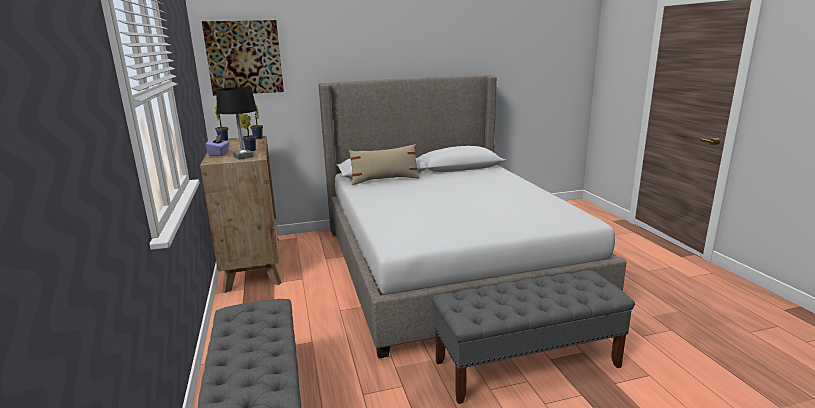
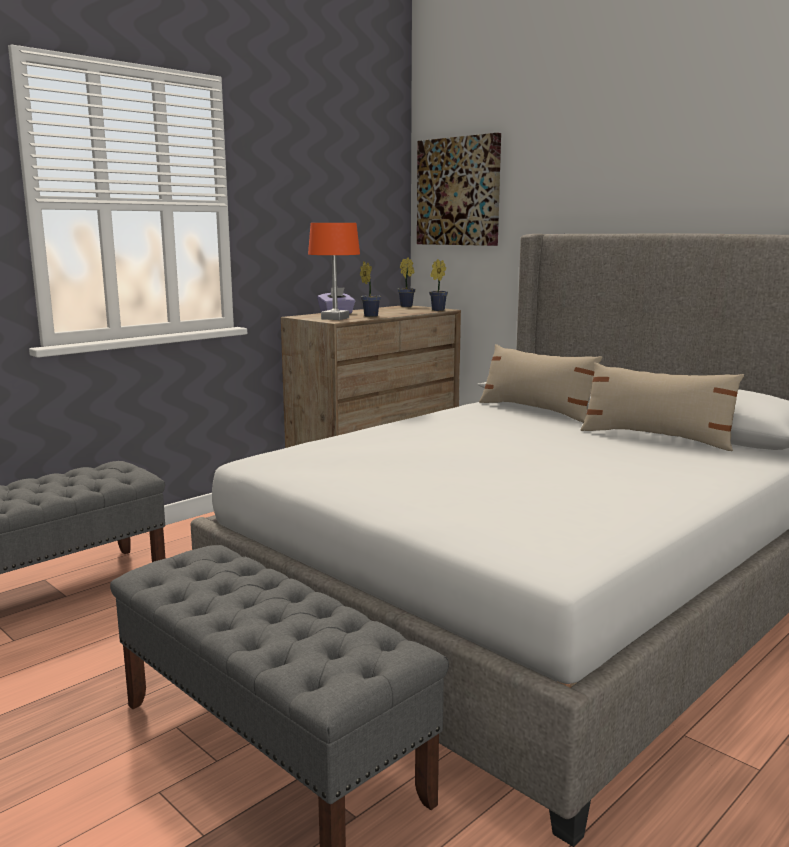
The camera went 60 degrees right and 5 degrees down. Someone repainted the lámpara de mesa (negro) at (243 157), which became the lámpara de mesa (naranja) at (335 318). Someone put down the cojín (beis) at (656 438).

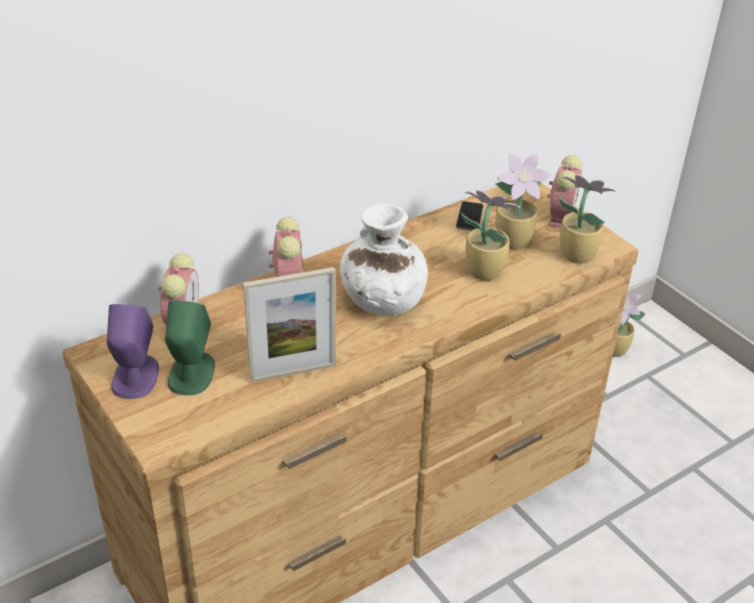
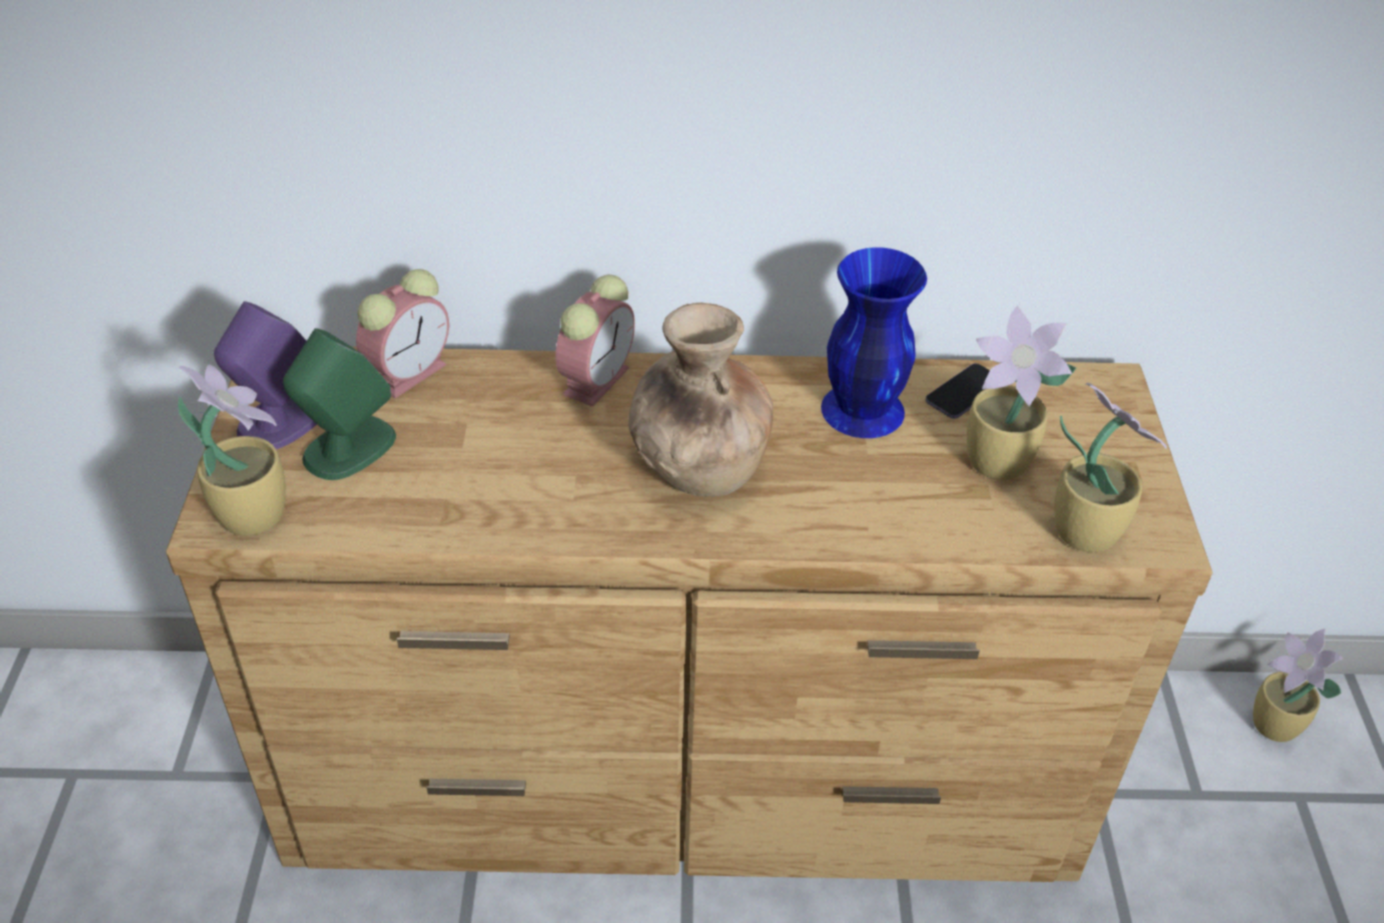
The camera went 35 degrees right and 5 degrees up. Someone took away the despertador at (561 216). Someone carried the planta en maceta from (483 270) to (253 513). Someone repainted the florero (blanco) at (382 301), which became the florero (marrón) at (697 464). Someone took away the portarretratos at (293 372). Someone put down the florero (azul) at (861 409).

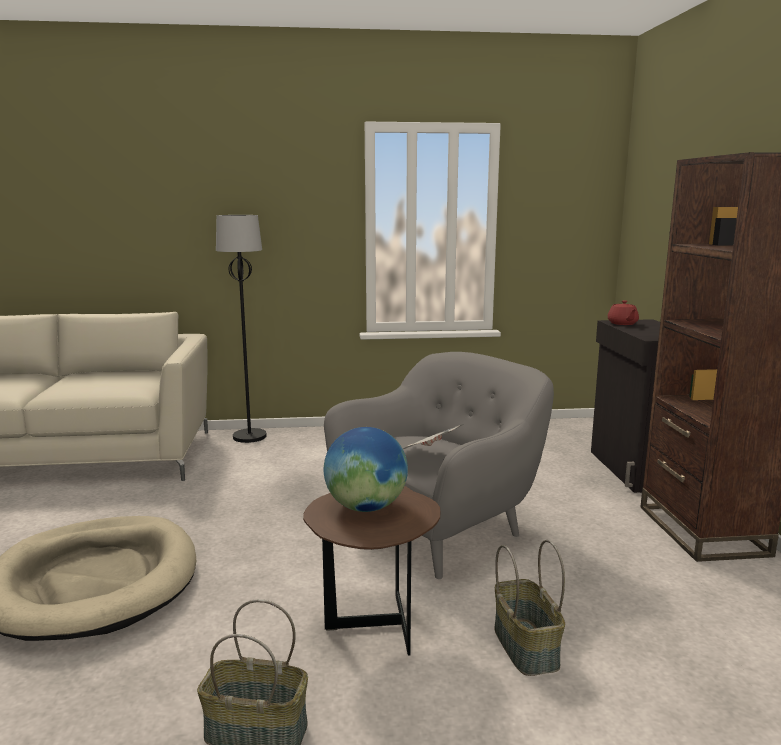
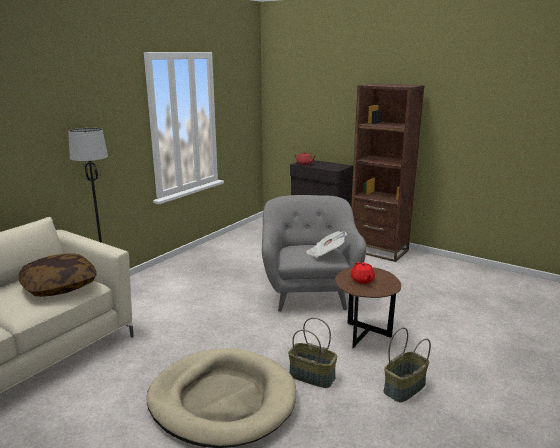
The camera went 50 degrees left and 5 degrees up. Someone swapped the globo terráqueo at (366 507) for the tetera (rojo) at (362 280). Someone carried the cesta from (527 647) to (312 376). Someone put down the cojín at (60 286).

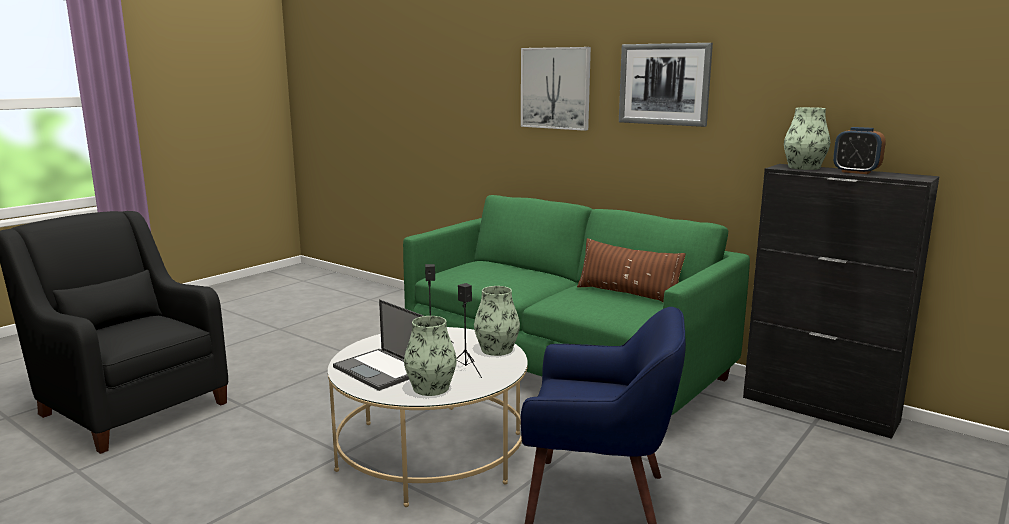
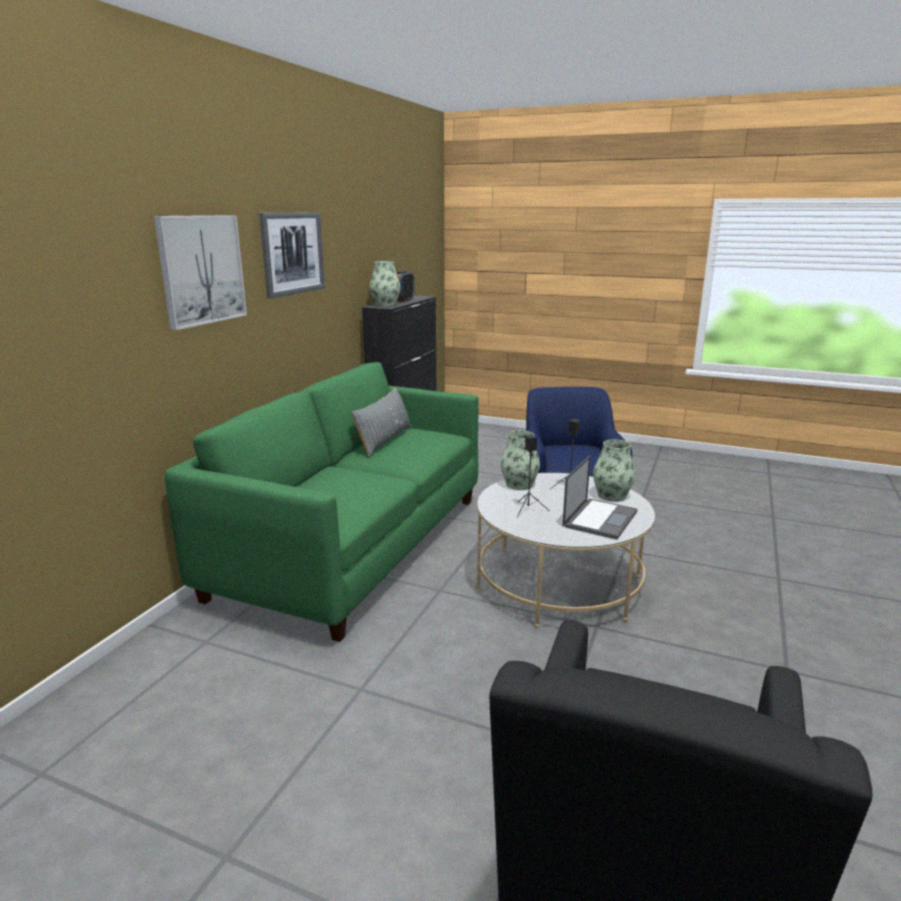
The camera went 105 degrees left and 5 degrees up. Someone repainted the cojín (marrón) at (627 294), which became the cojín (gris) at (384 440).

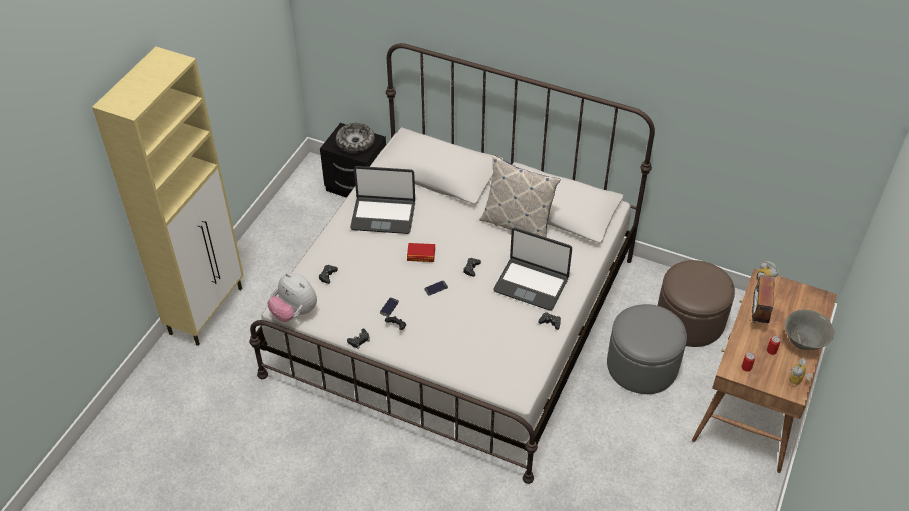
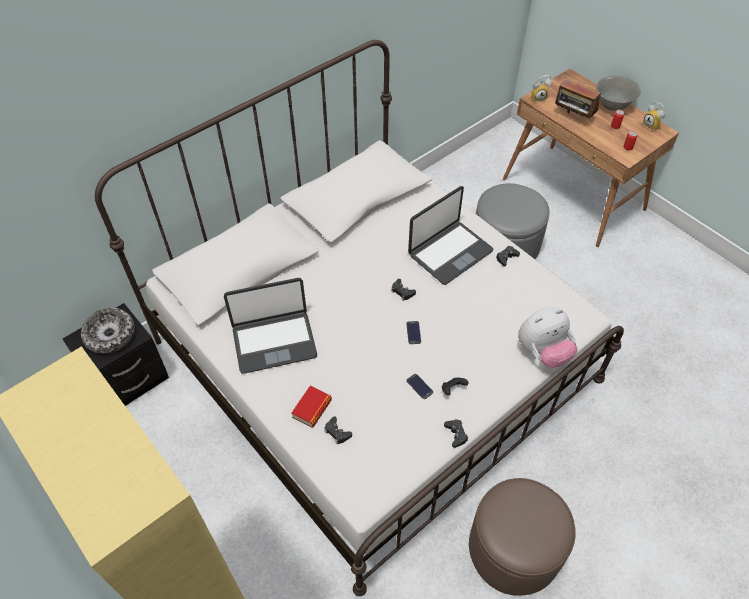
The camera went 65 degrees left and 5 degrees up. Someone took away the cojín at (517 225). Someone rotated the portátil at (383 215) by 45 degrees clockwise. Someone carried the libro from (421 255) to (312 409). Someone carried the puf (marrón) from (690 320) to (514 549). Someone carried the peluche from (294 312) to (543 352).

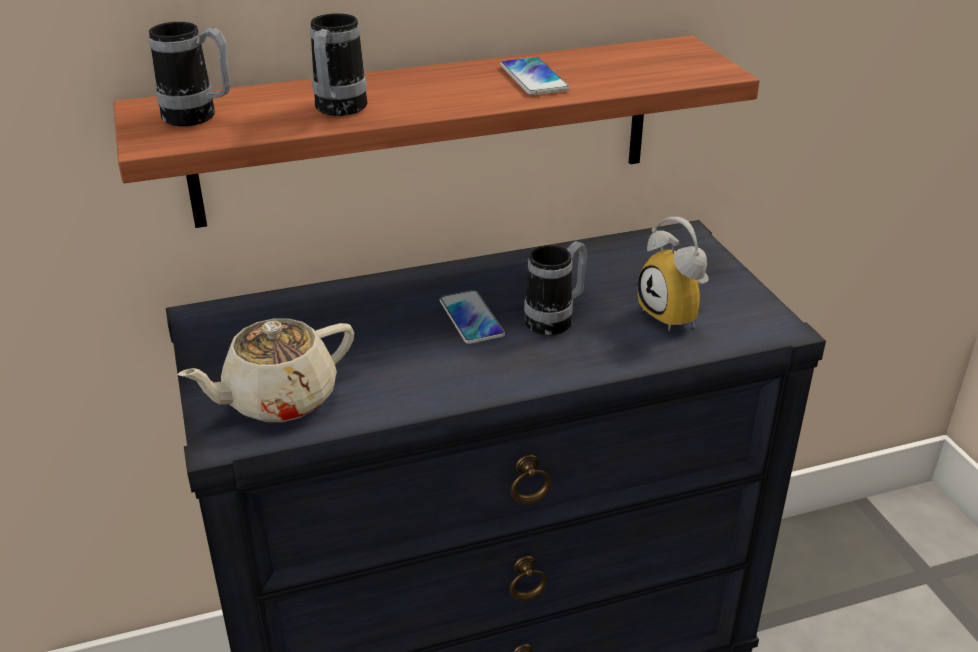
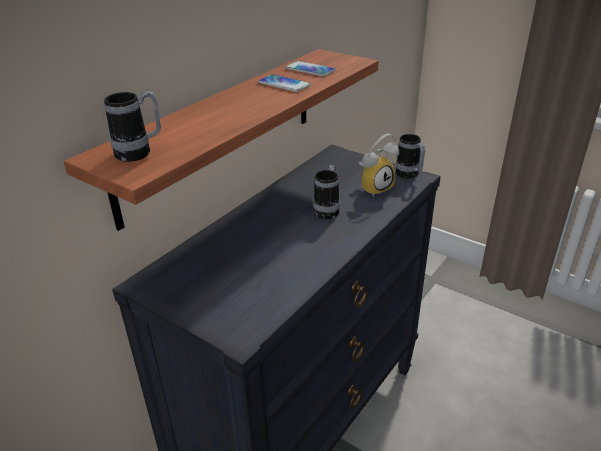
The camera went 35 degrees left and 0 degrees up. Someone carried the taza grande from (337 111) to (409 175). Someone rotated the despertador at (677 315) by 60 degrees counterclockwise. Someone carried the móvil from (471 318) to (310 70). Someone took away the tetera (beis) at (278 399).

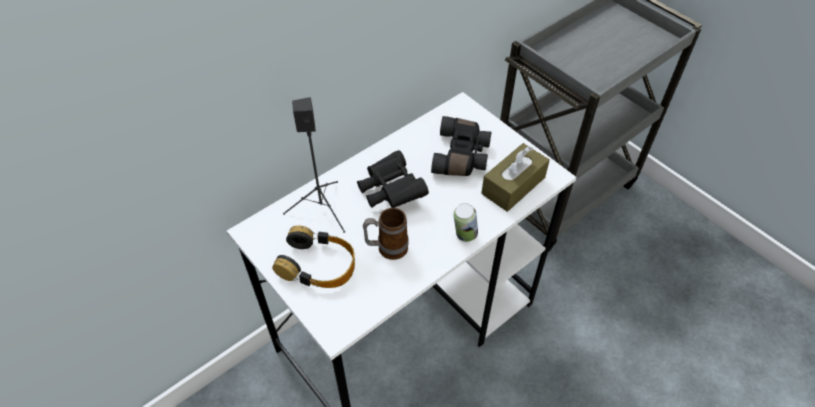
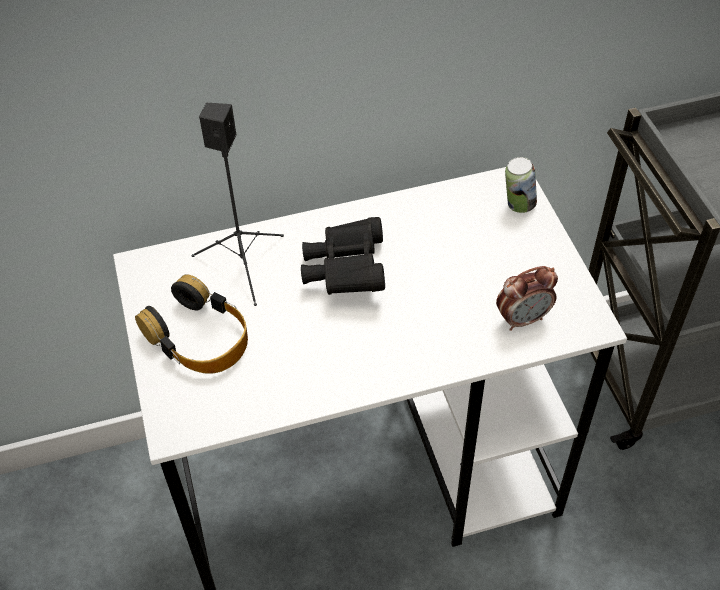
The camera went 25 degrees right and 0 degrees up. Someone took away the prismáticos (negro) at (462 156). Someone swapped the caja de pañuelos (marrón) at (513 185) for the despertador at (523 319). Someone carried the lata from (464 235) to (518 205). Someone took away the taza grande at (386 249).

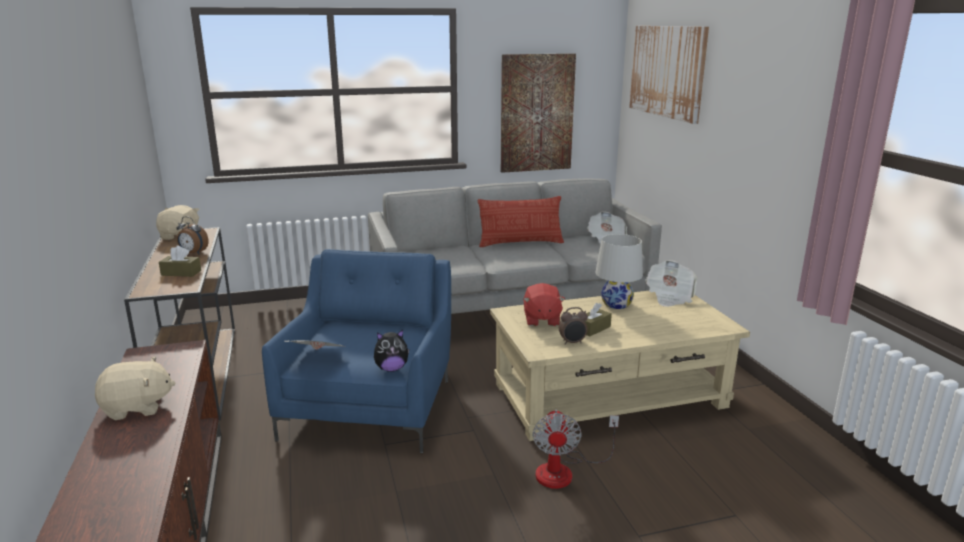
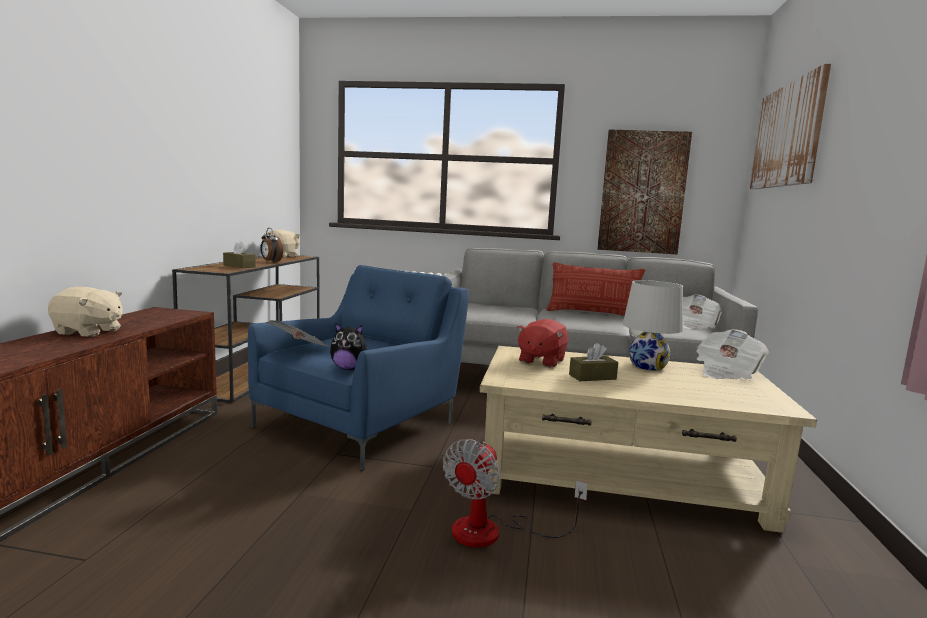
The camera went 25 degrees right and 10 degrees down. Someone took away the despertador at (572 342).

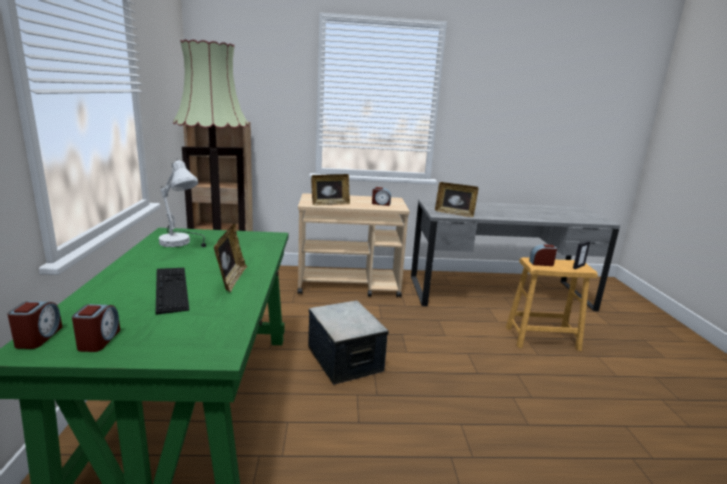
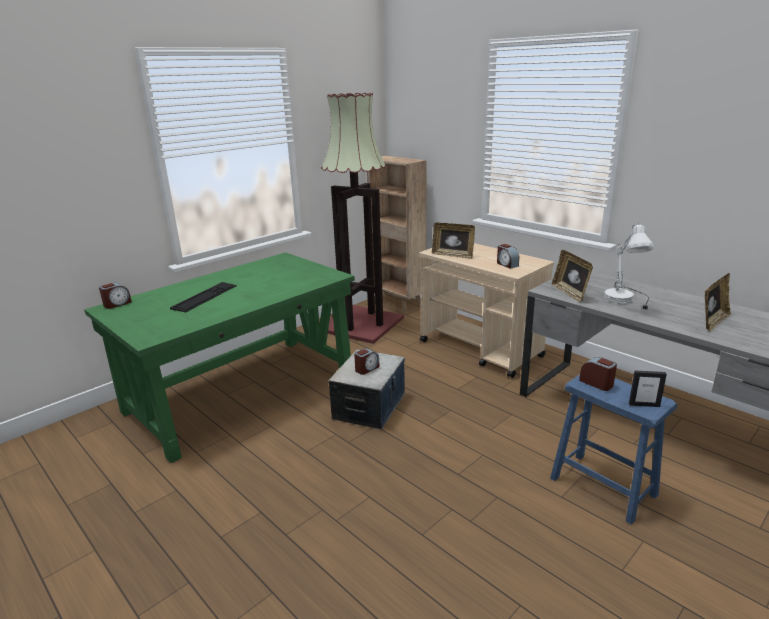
The camera went 50 degrees right and 5 degrees up. Someone carried the lámpara de mesa (blanco) from (185 243) to (628 301). Someone carried the portarretratos from (231 280) to (712 322). Someone repainted the taburete (marrón) at (542 338), which became the taburete (azul) at (602 487). Someone carried the despertador from (99 340) to (367 369).

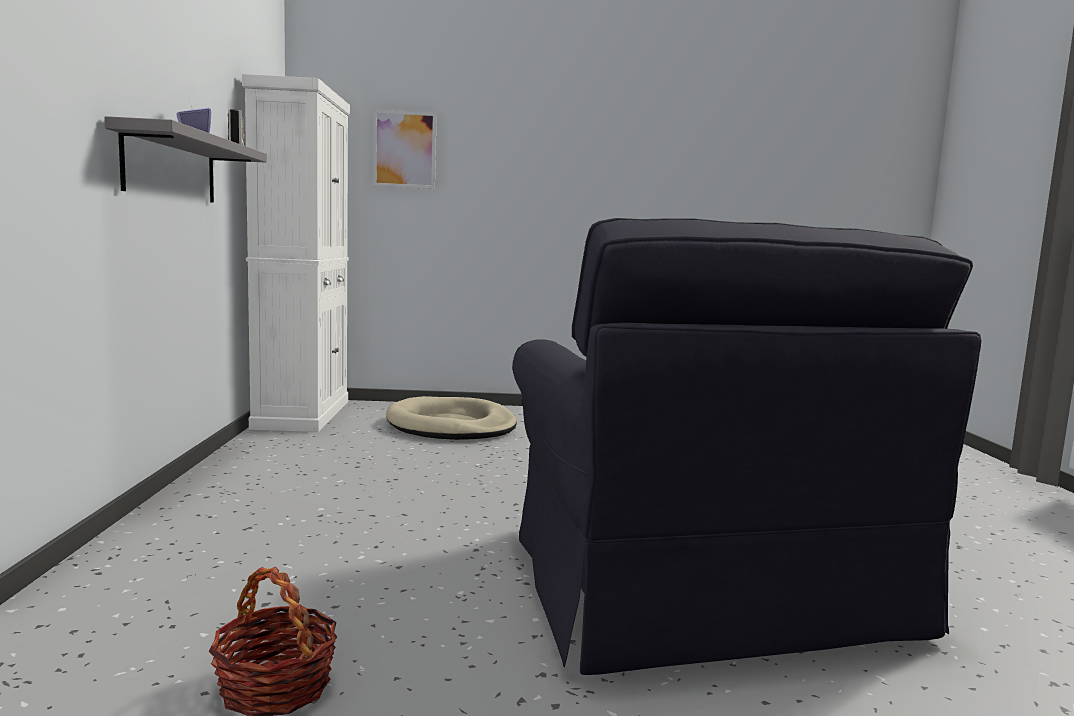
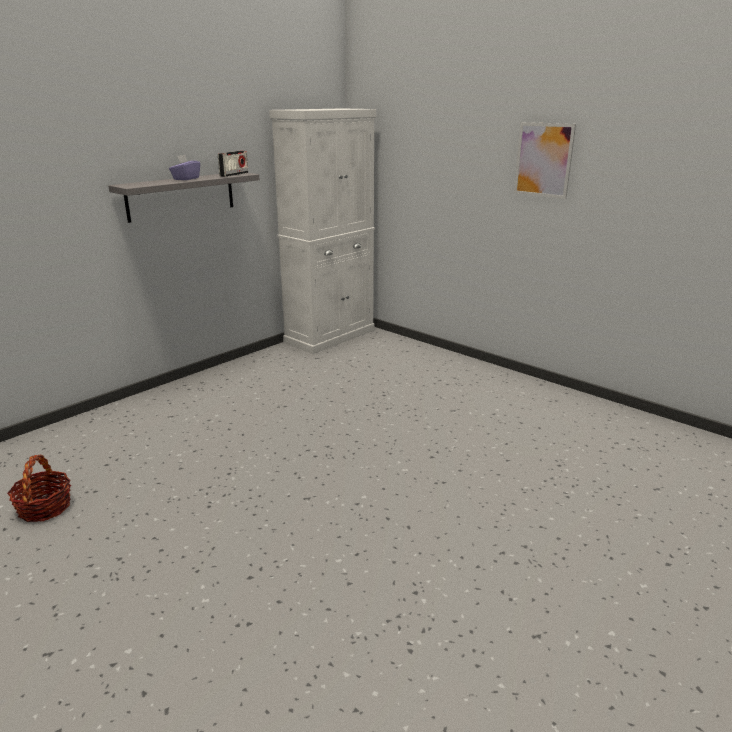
The camera went 45 degrees right and 15 degrees up. Someone carried the cuadro from (404 149) to (543 160). Someone took away the sillón (negro) at (693 582). Someone took away the cama para perro (beis) at (451 426).

